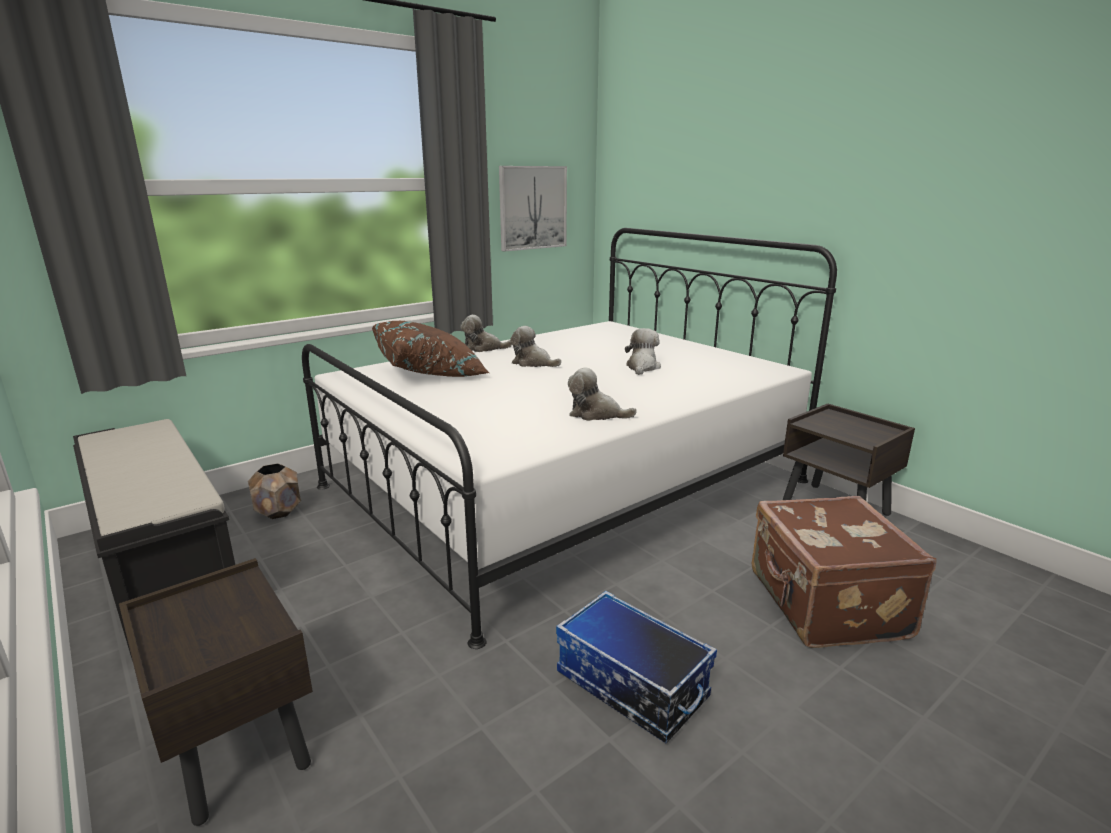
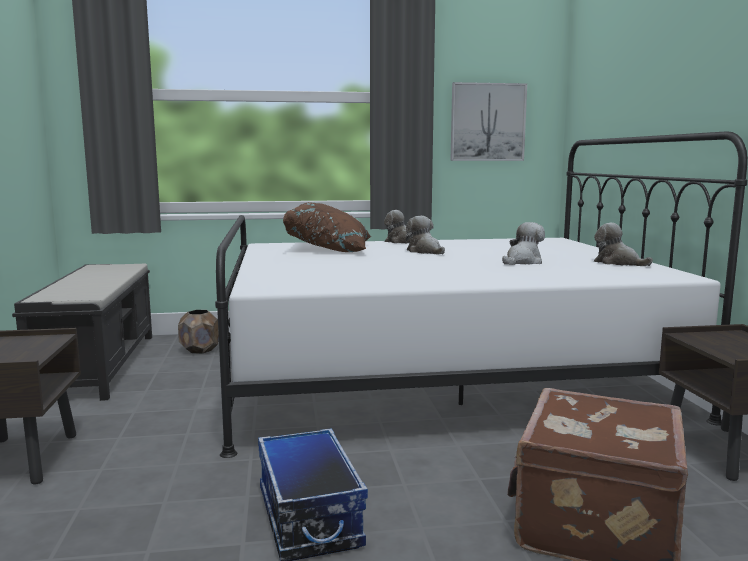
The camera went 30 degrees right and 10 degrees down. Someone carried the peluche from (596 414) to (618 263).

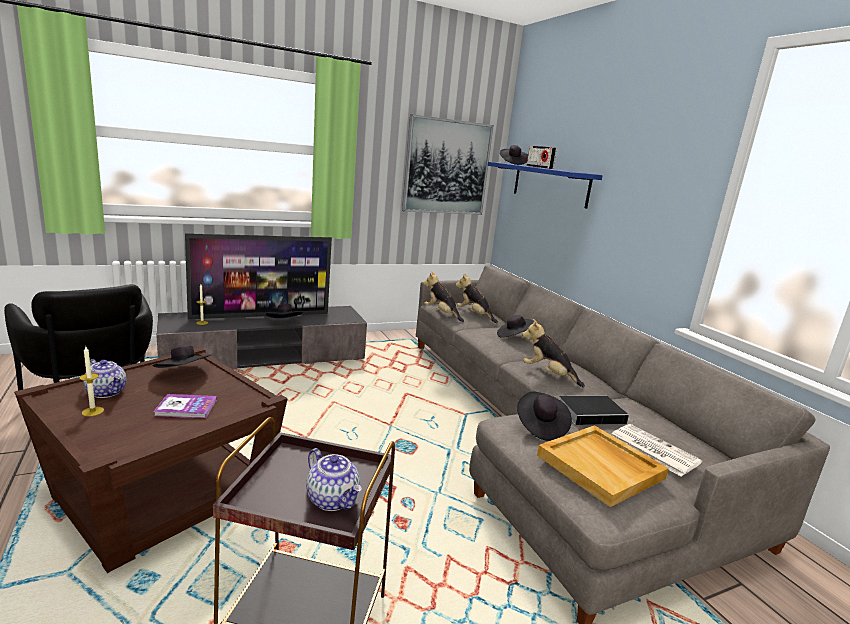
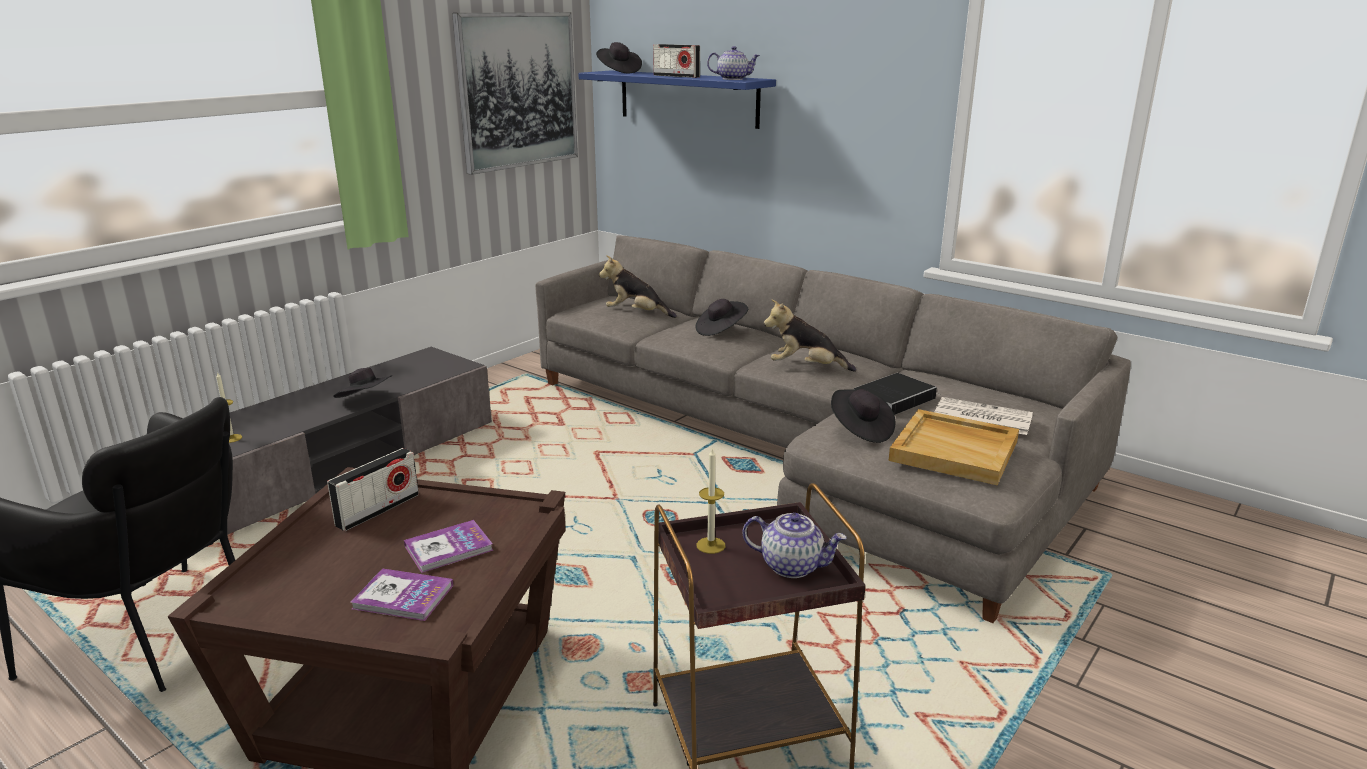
The camera went 25 degrees left and 5 degrees up. Someone took away the televisor at (261 316). Someone took away the peluche at (441 314). Someone swapped the sombrero (negro) at (184 374) for the radio at (378 510). Someone carried the vela from (93 411) to (710 545). Someone carried the tetera from (107 392) to (733 79). Someone put down the libro at (403 597).

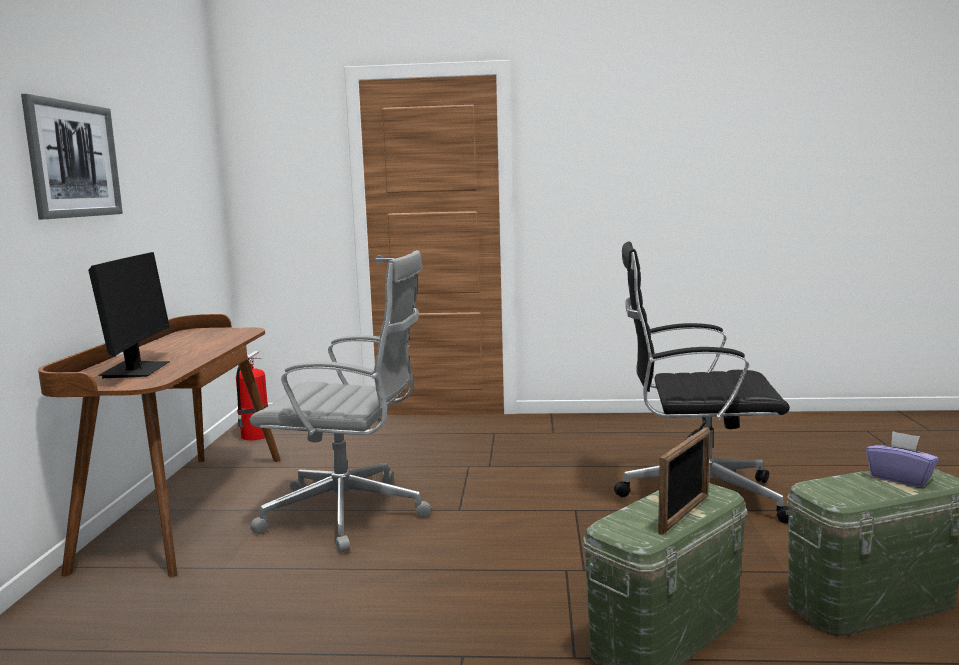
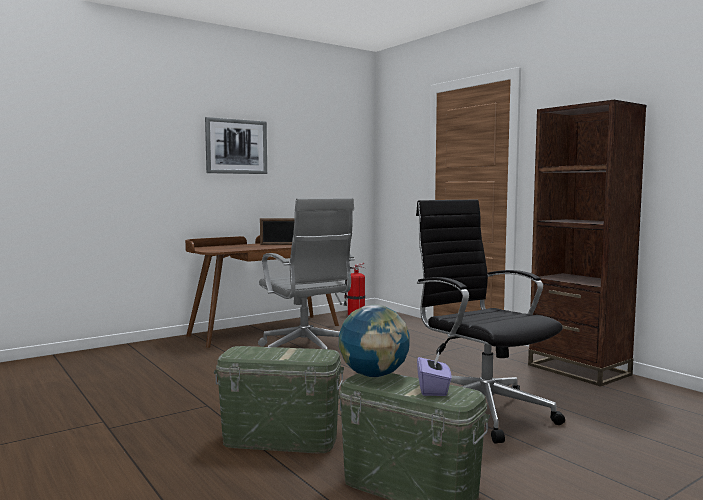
The camera went 50 degrees right and 5 degrees down. Someone took away the monitor at (136 370). Someone carried the portarretratos from (684 514) to (279 244). Someone put down the estantería (marrón) at (578 370). Someone put down the globo terráqueo at (374 375).

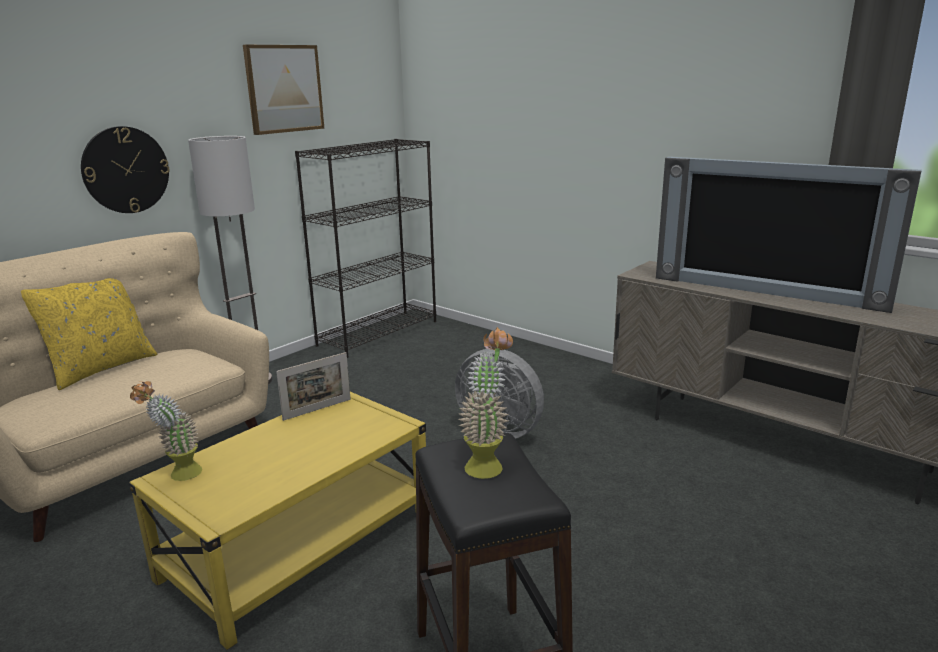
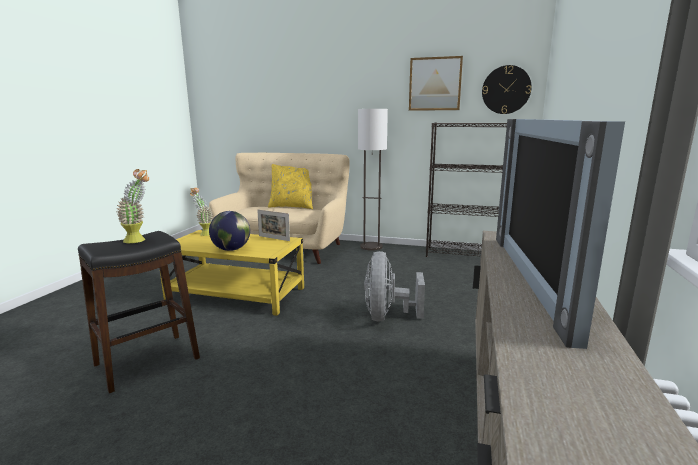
The camera went 65 degrees right and 5 degrees down. Someone carried the reloj de pared from (125 170) to (506 90). Someone put down the globo terráqueo at (231 249).

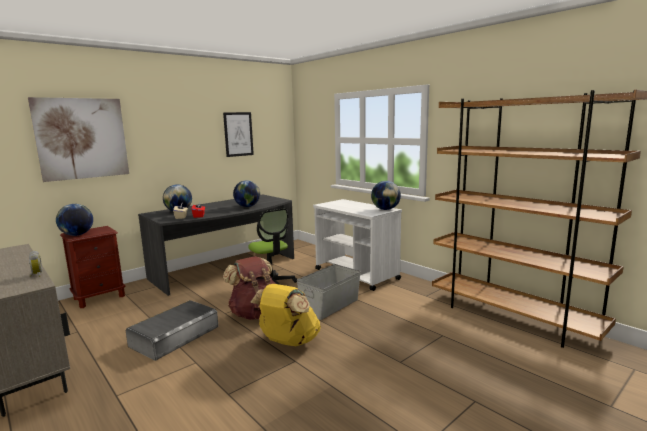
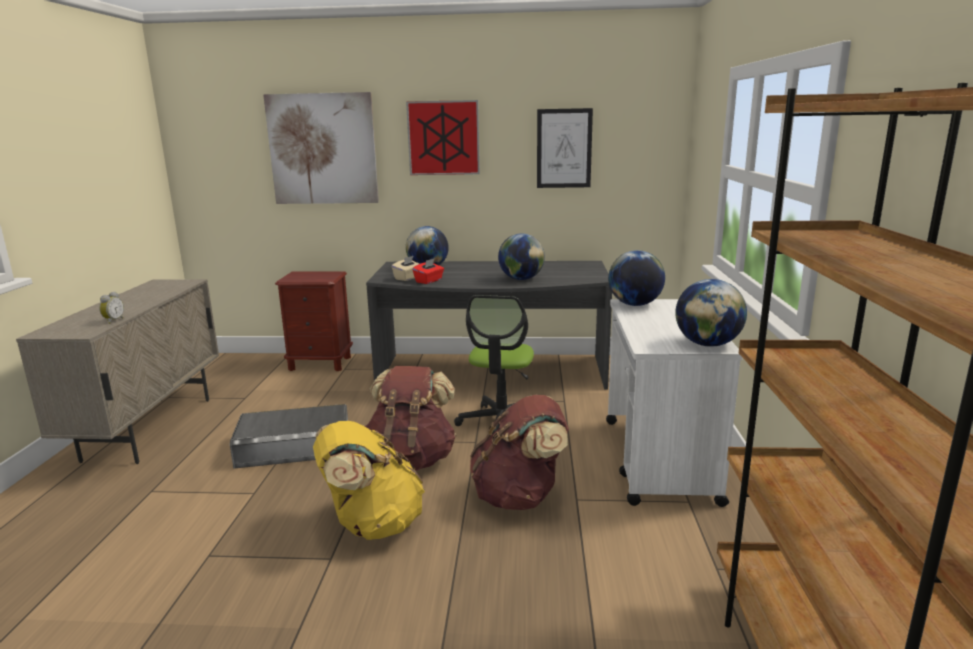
The camera went 45 degrees right and 5 degrees up. Someone carried the globo terráqueo from (77 235) to (635 304). Someone swapped the caja de almacenaje (gris) at (330 305) for the mochila (marrón) at (519 497). Someone put up the cuadro at (443 138).

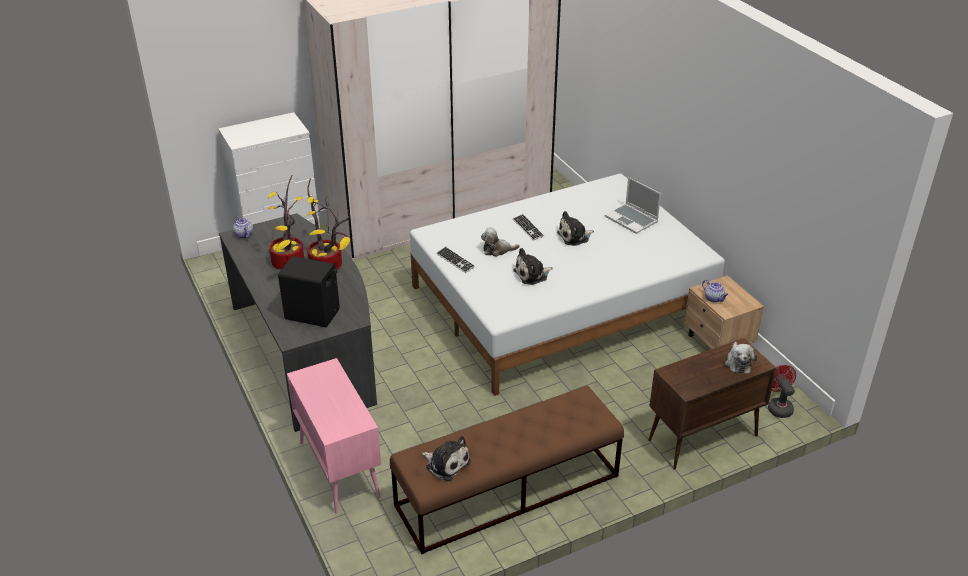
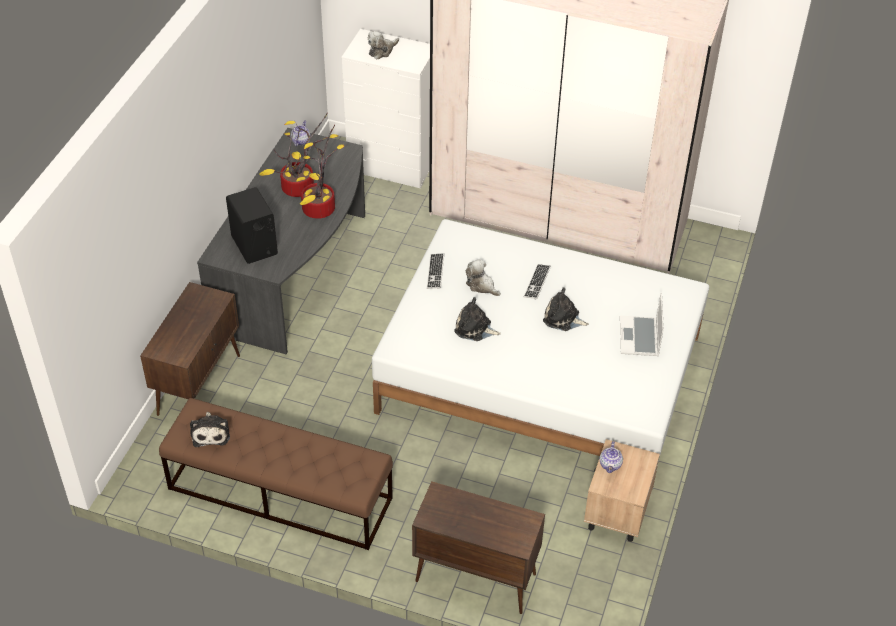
The camera went 45 degrees right and 10 degrees up. Someone carried the peluche from (738 363) to (382 51). Someone repainted the armario (rosa) at (338 469), which became the armario (marrón) at (199 384). Someone took away the ventilador (rojo) at (778 406).

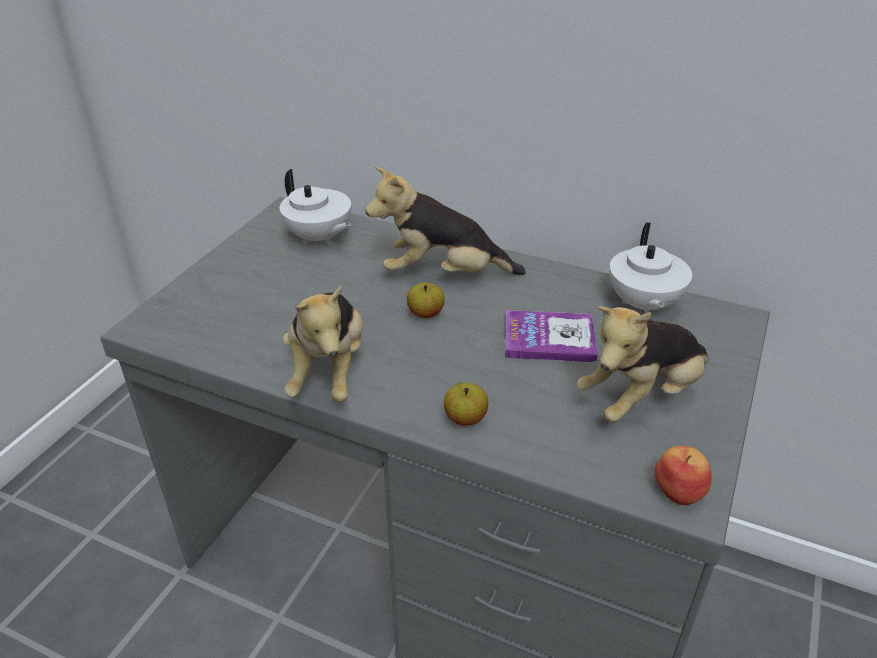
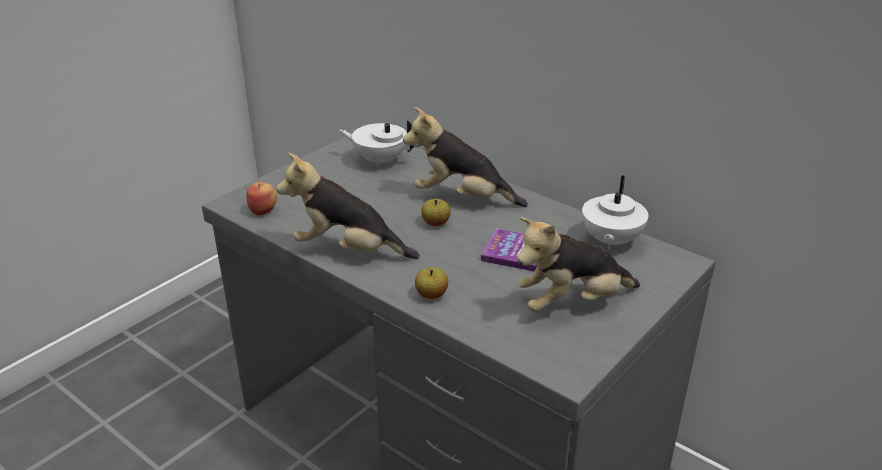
The camera went 15 degrees right and 5 degrees down. Someone rotated the tetera (blanco) at (319 238) by 135 degrees clockwise. Someone rotated the peluche at (329 371) by 90 degrees clockwise. Someone carried the manzana from (679 490) to (263 210).

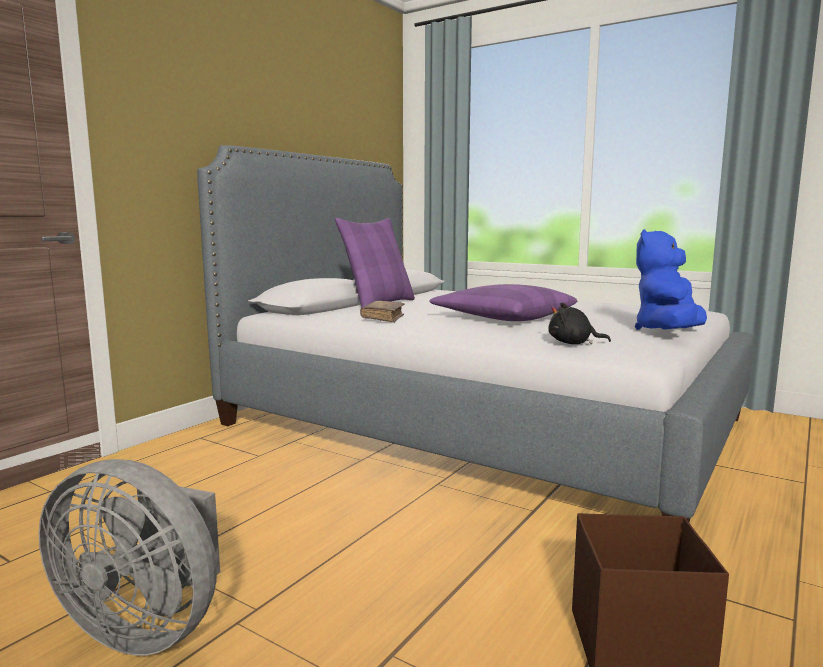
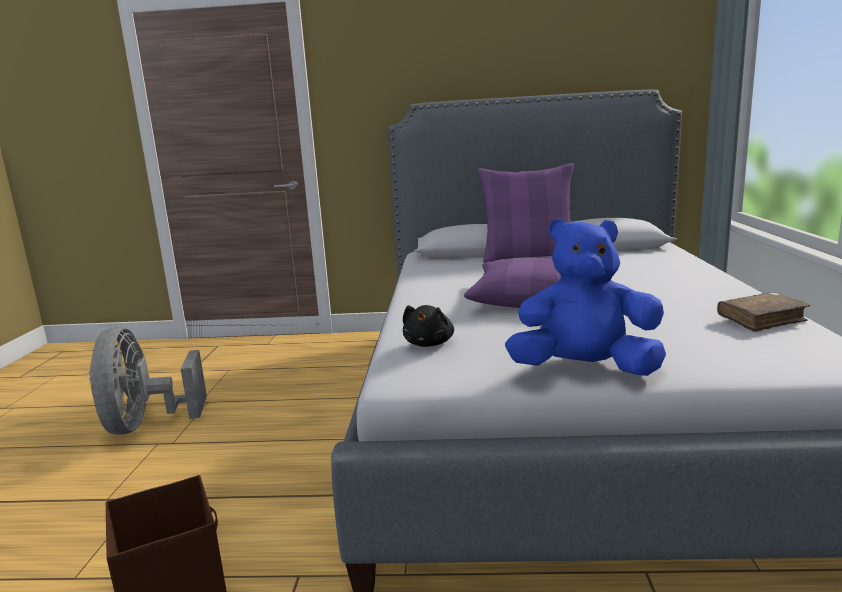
The camera went 60 degrees right and 5 degrees up. Someone carried the libro (marrón) from (383 318) to (761 320). Someone rotated the peluche (negro) at (573 343) by 150 degrees counterclockwise.

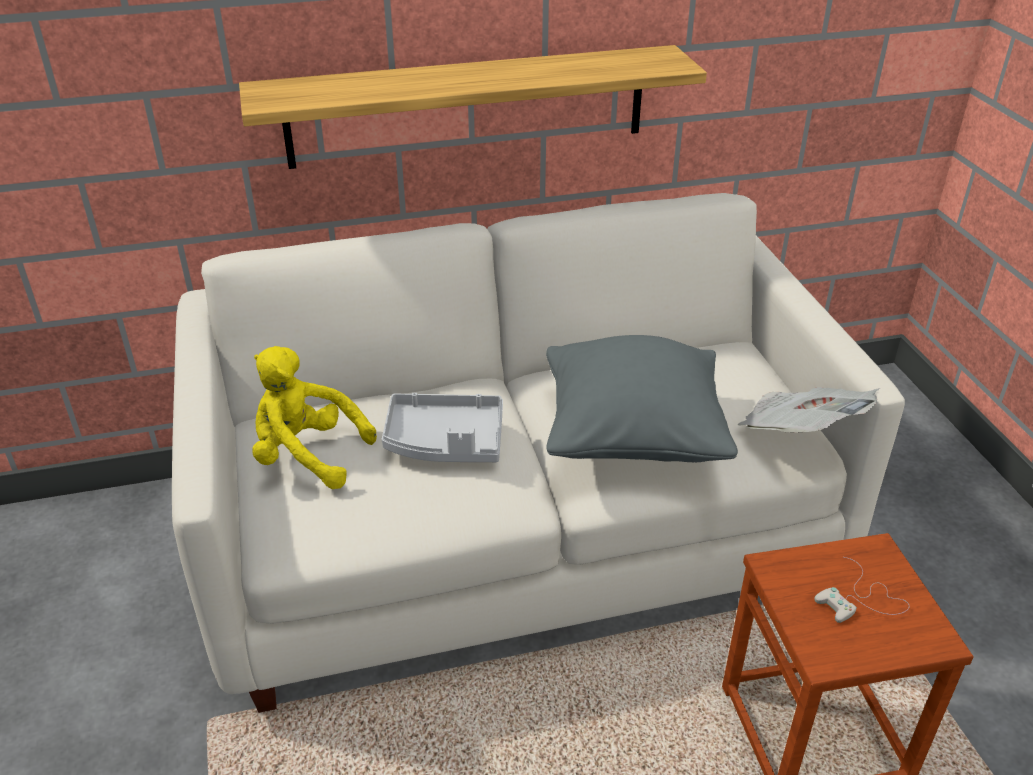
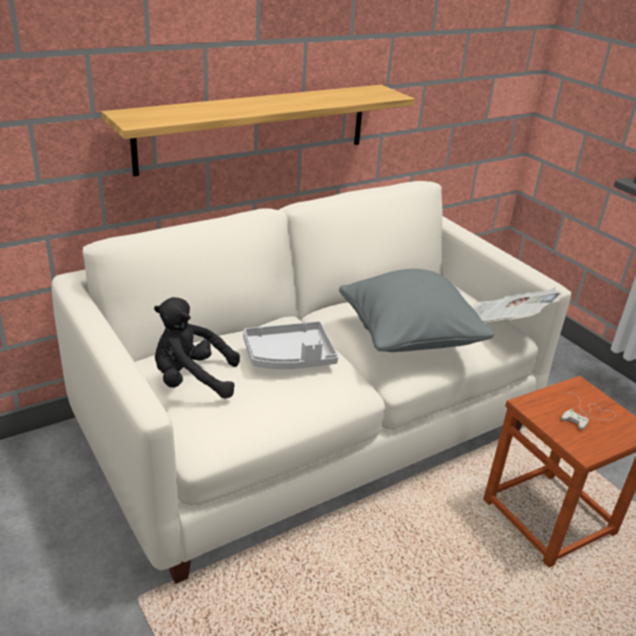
The camera went 20 degrees left and 5 degrees down. Someone repainted the peluche (amarillo) at (307 456), which became the peluche (negro) at (192 380).

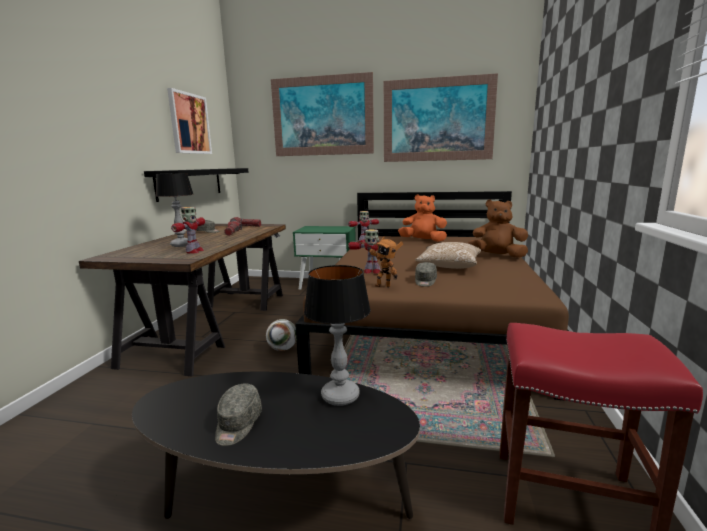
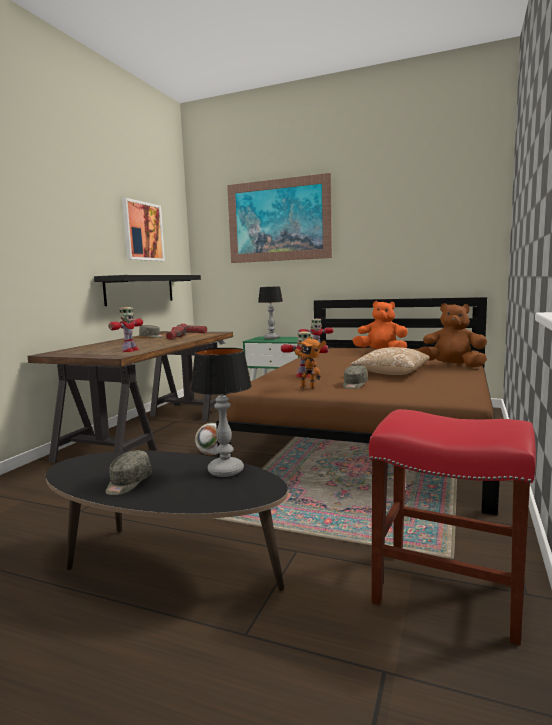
The camera went 10 degrees right and 5 degrees down. Someone took away the cuadro at (437 120). Someone carried the lámpara de mesa from (181 245) to (271 338).

